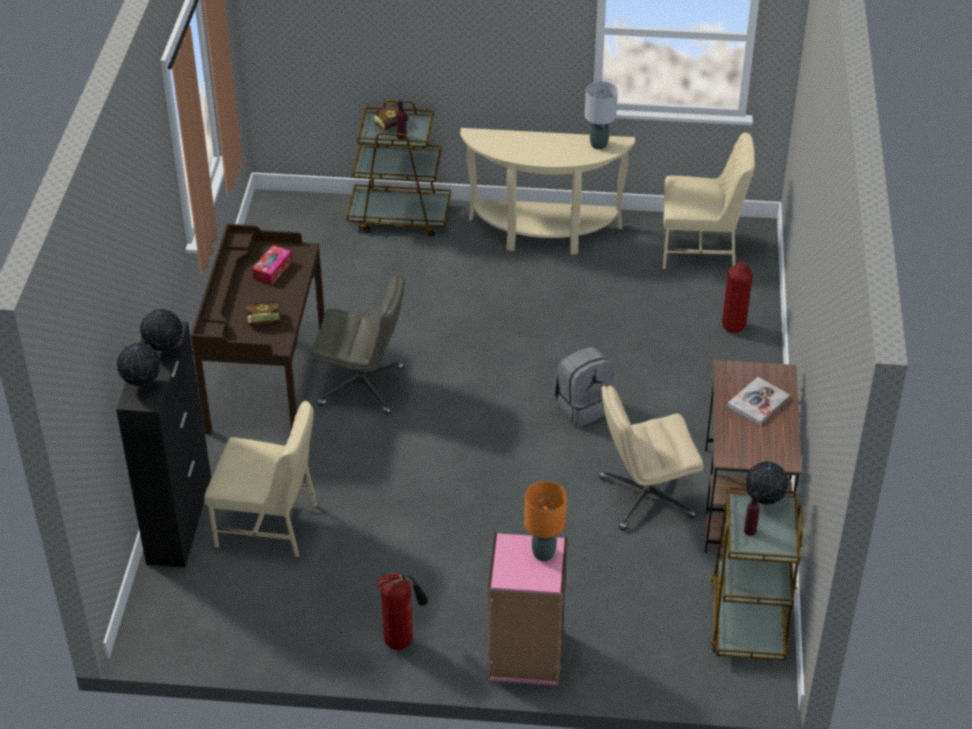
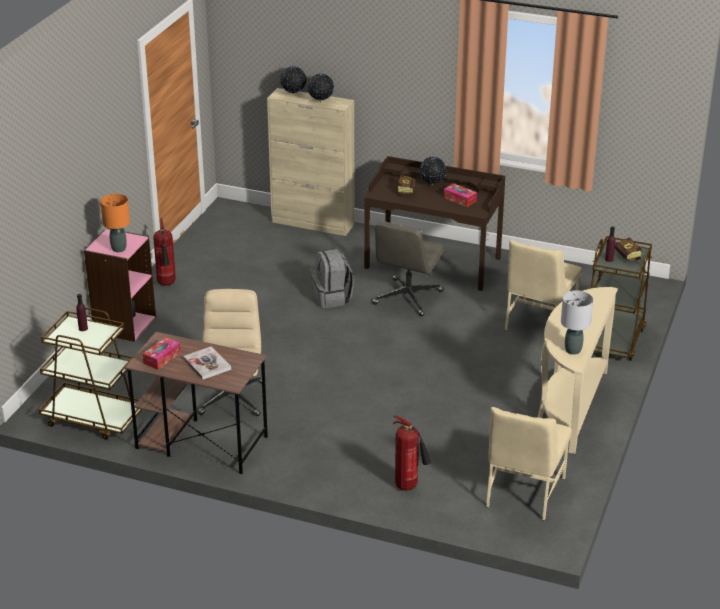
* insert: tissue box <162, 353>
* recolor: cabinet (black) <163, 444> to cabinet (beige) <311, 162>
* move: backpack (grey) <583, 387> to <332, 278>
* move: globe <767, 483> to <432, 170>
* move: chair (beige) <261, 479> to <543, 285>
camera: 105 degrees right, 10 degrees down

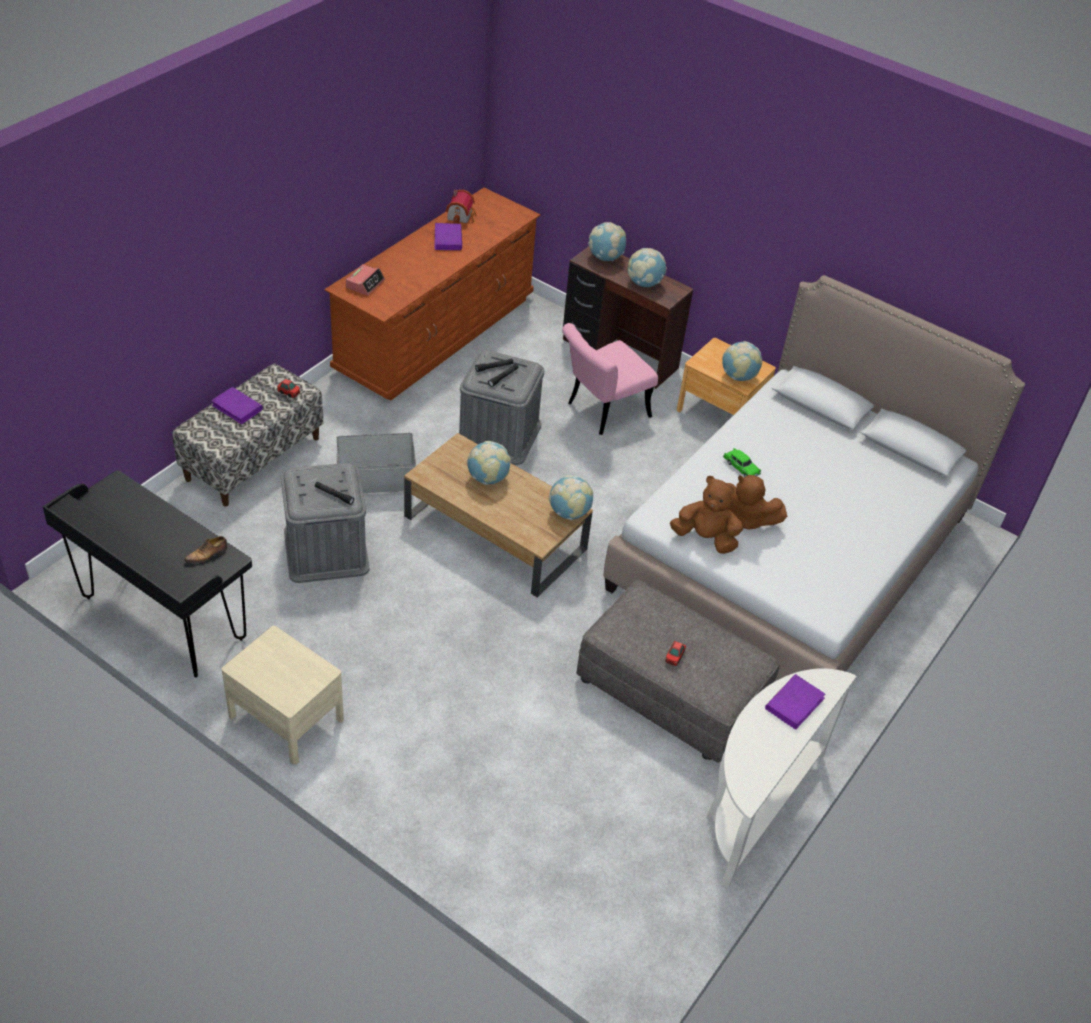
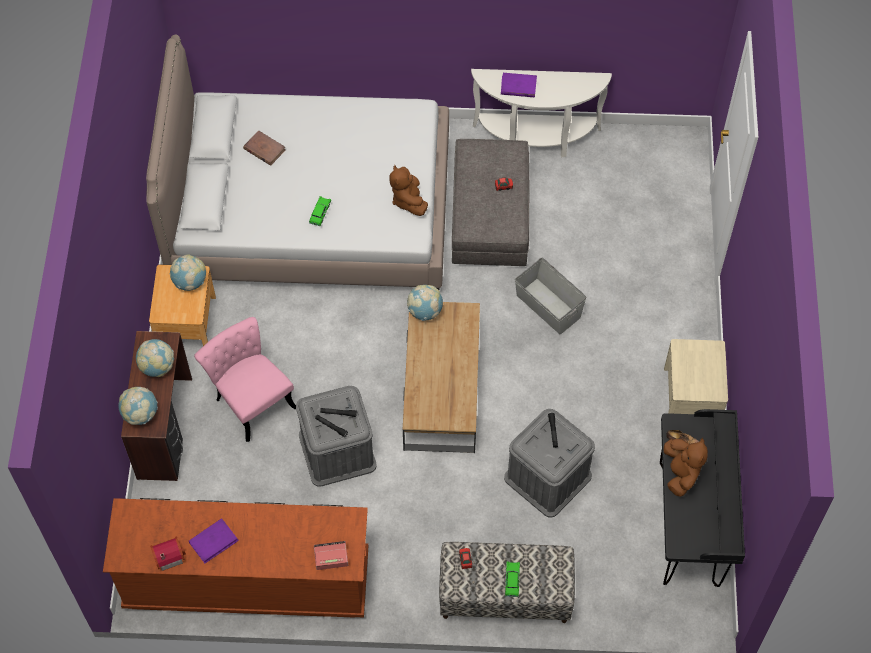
* rotate: chair (pink) <610, 379> = <245, 379> 150 degrees counterclockwise
* insert: book (brown) <264, 148>
* replace: book (purple) <237, 406> to toy car (green) <512, 579>
* move: storage box (grey) <376, 463> to <551, 296>
* move: plush toy (brown) <757, 502> to <685, 467>
* delete: globe <489, 463>
camera: 120 degrees left, 15 degrees up

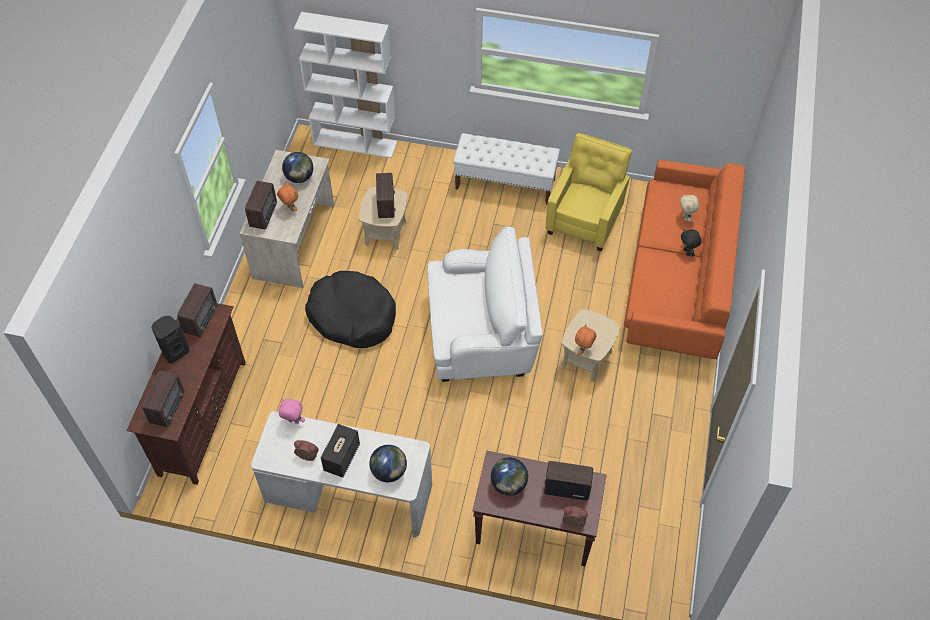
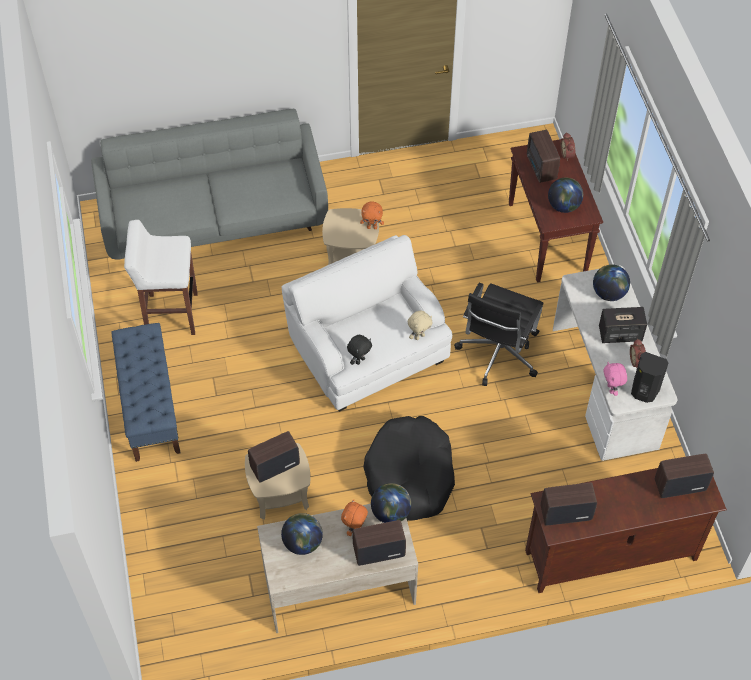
* recolor: sofa (orange) <684, 259> to sofa (grey) <209, 184>
* recolor: bench (white) <506, 169> to bench (blue) <146, 392>
* replace: armchair (yellow) <589, 192> to stool (white) <161, 277>
* move: plush toy (black) <691, 242> to <359, 350>
* insert: globe <391, 503>
* move: plush toy (beige) <689, 208> to <420, 325>
* insert: office chair (black) <498, 334>
* move: speaker (black) <170, 339> to <649, 377>
* delete: bookcase (white) <345, 85>
camera: 115 degrees left, 0 degrees up

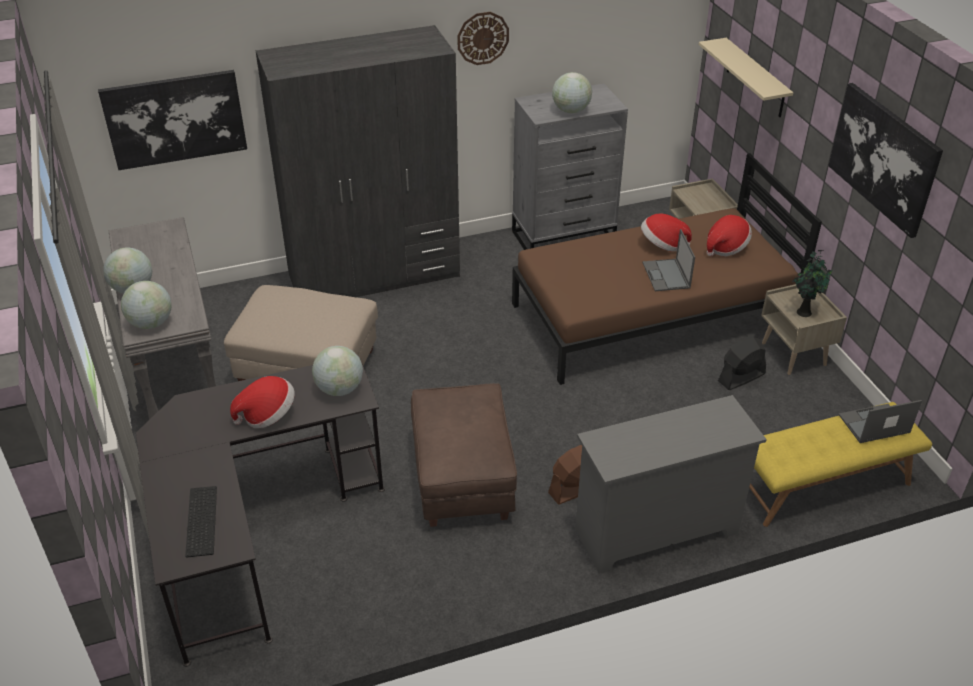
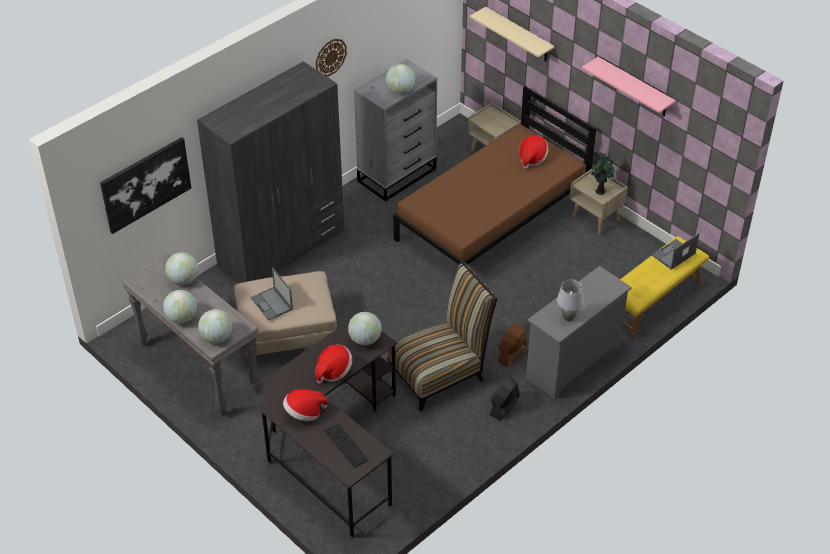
* insert: globe <181, 268>
* move: laptop <668, 260> to <272, 294>
* move: hat <666, 232> to <305, 405>
* replace: ottoman (brown) <464, 455> to chair <442, 336>
* move: fan (black) <742, 363> to <504, 398>
* insert: table lamp (grey) <570, 300>
* replace: picture <885, 160> to shelf (pink) <628, 86>
camera: 25 degrees left, 5 degrees up

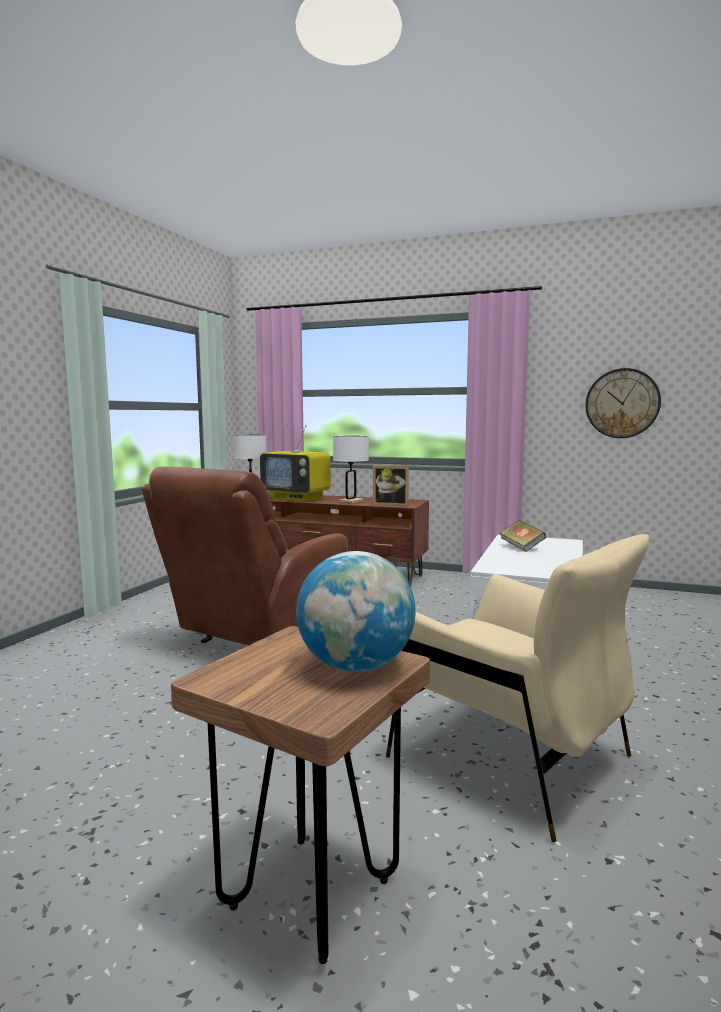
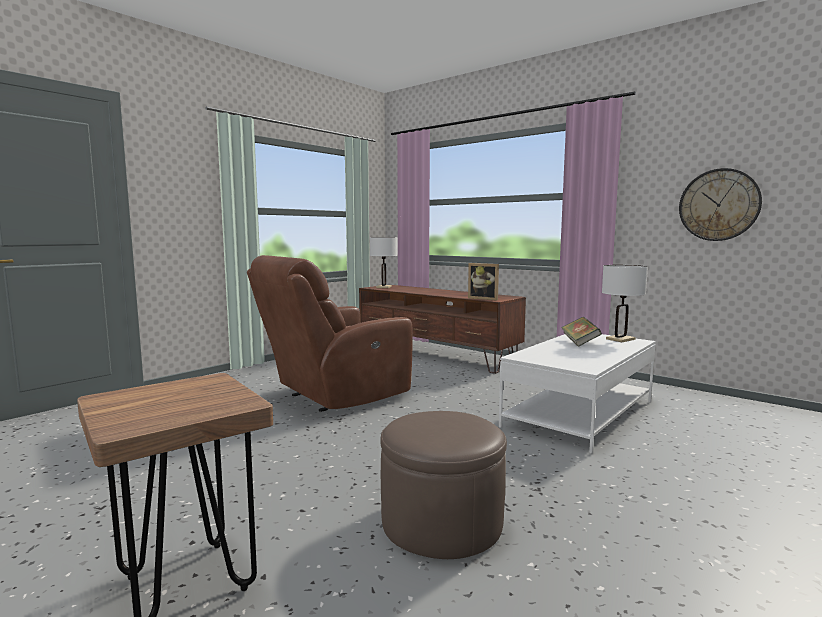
* replace: armchair (beige) <517, 688> to ottoman (brown) <443, 485>
* move: table lamp (white) <351, 469> to <625, 303>
* delete: television <295, 463>
* delete: globe <355, 611>
camera: 20 degrees right, 0 degrees up

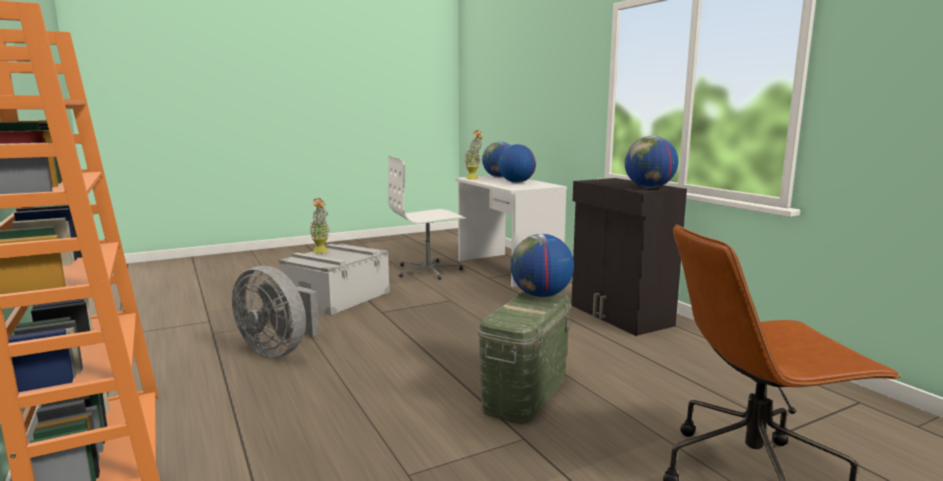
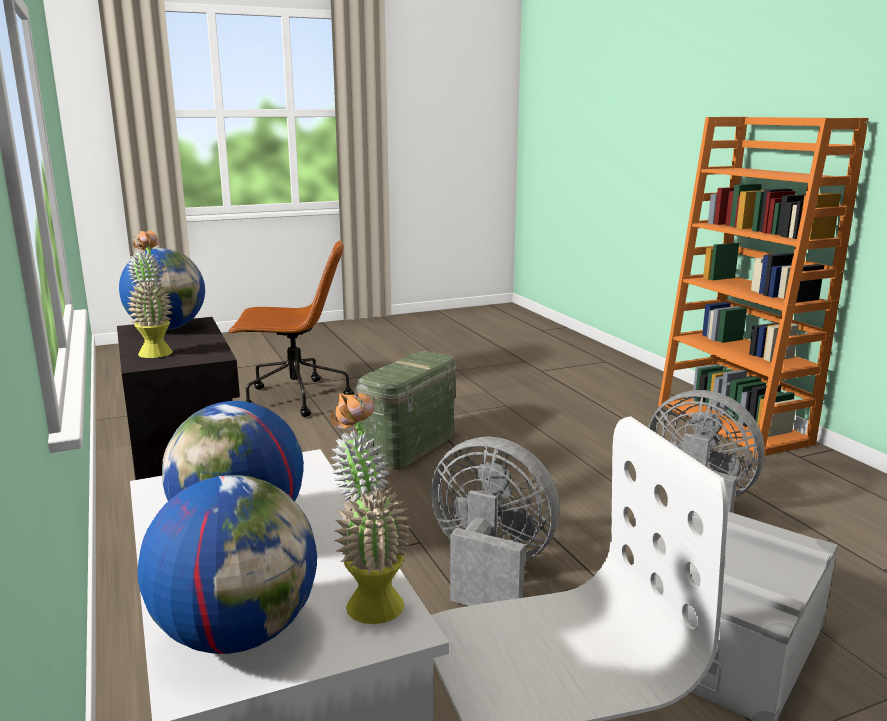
* move: potted plant <319, 226> to <150, 294>
* insert: fan (grey) <495, 521>
* delete: globe <542, 265>
camera: 175 degrees left, 5 degrees up

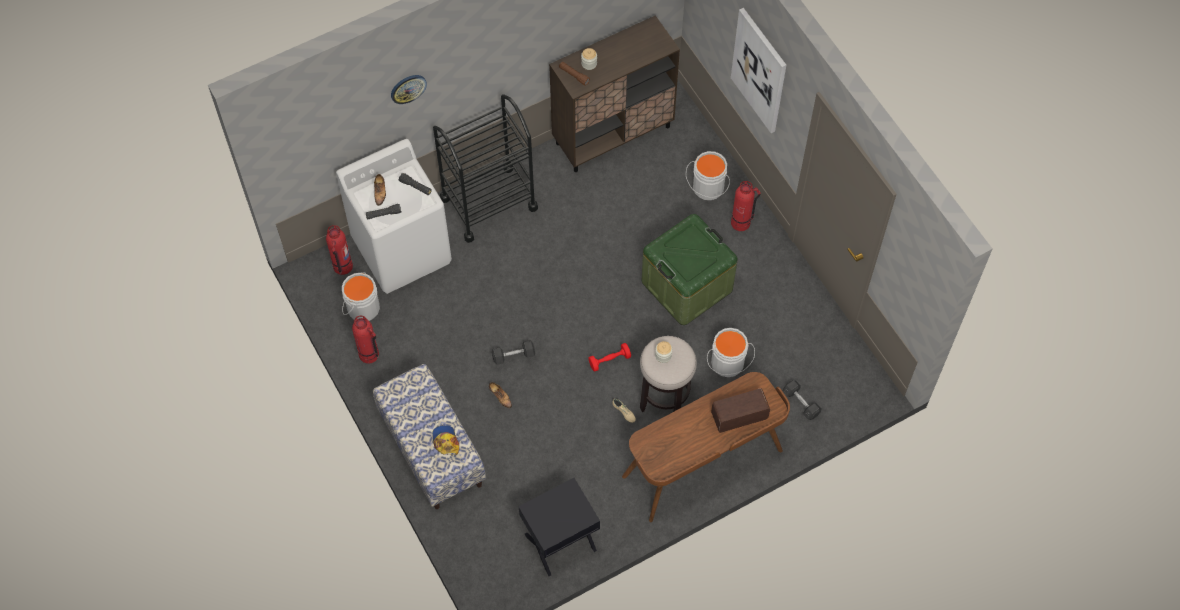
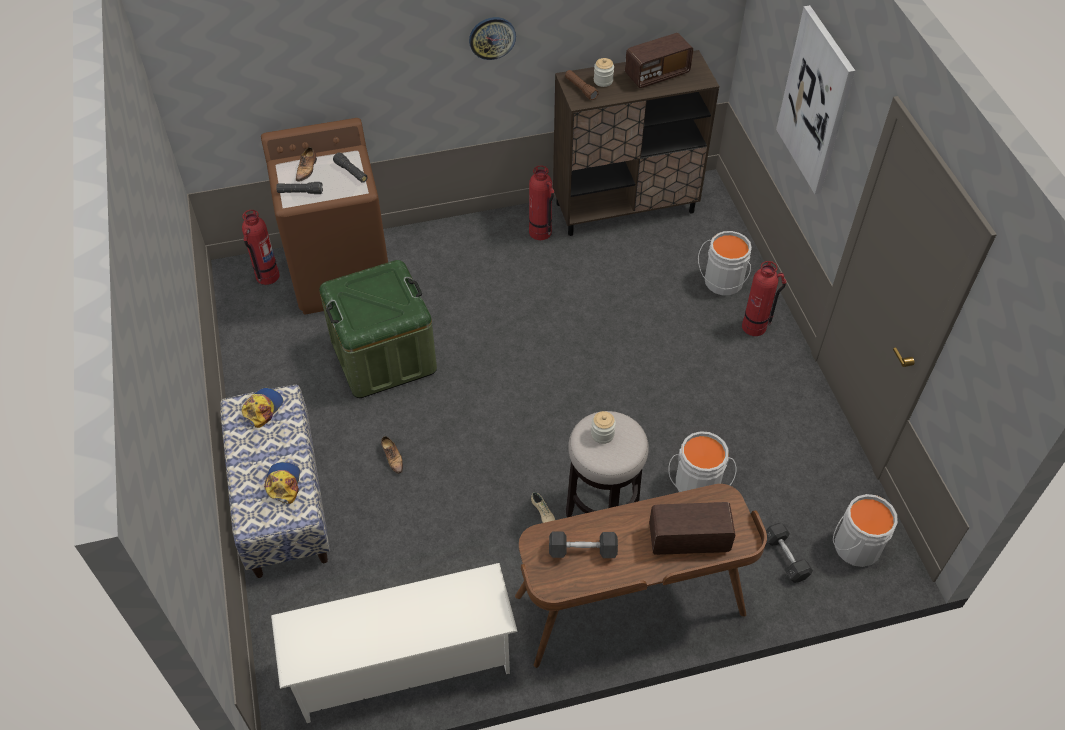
* insert: cap <262, 408>
* recolor: washing machine (white) <394, 216> to washing machine (brown) <324, 216>
* replace: nightstand (black) <559, 527> to shoe rack (white) <394, 643>
* move: storage box (green) <689, 269> to <378, 329>
* move: wall clock <409, 89> to <492, 38>
* move: fire extinguisher <365, 340> to <541, 203>
* move: dumbbell (grey) <513, 353> to <583, 544>
* insert: radio <659, 60>
* move: bucket (grey) <361, 296> to <865, 530>
* delete: cart (black) <485, 168>
* delete: dumbbell (red) <609, 357>
camera: 15 degrees right, 10 degrees down

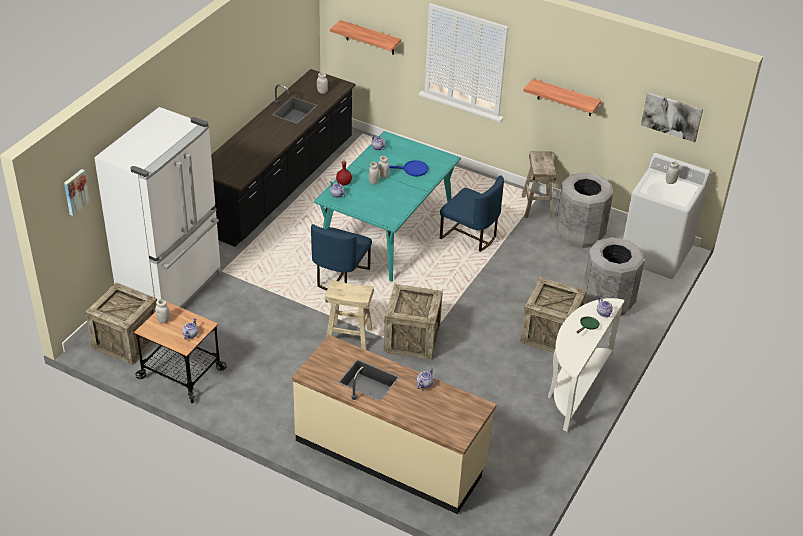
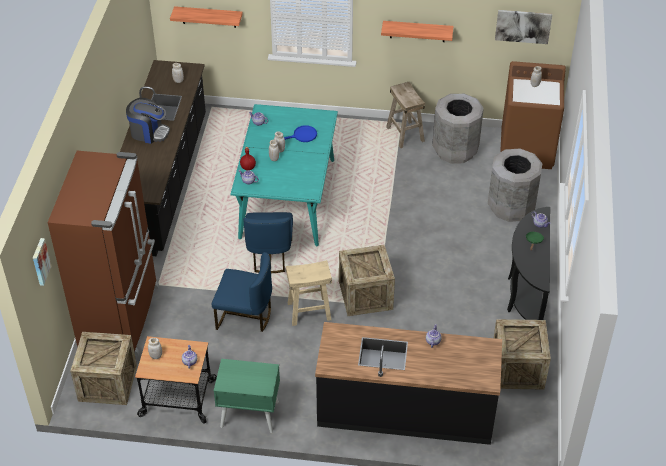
* recolor: fridge (white) <158, 207> to fridge (brown) <103, 253>
* insert: coffee machine <148, 121>
* move: chair (blue) <472, 214> to <242, 292>
* insert: nightstand (green) <247, 396>
* recolor: counter (beige) <394, 424> to counter (black) <408, 383>
* move: crate <553, 315> to <522, 354>
* recolor: washing machine (white) <667, 216> to washing machine (brown) <533, 115>
* recolor: console table (white) <586, 364> to console table (black) <528, 263>
camera: 20 degrees left, 5 degrees up

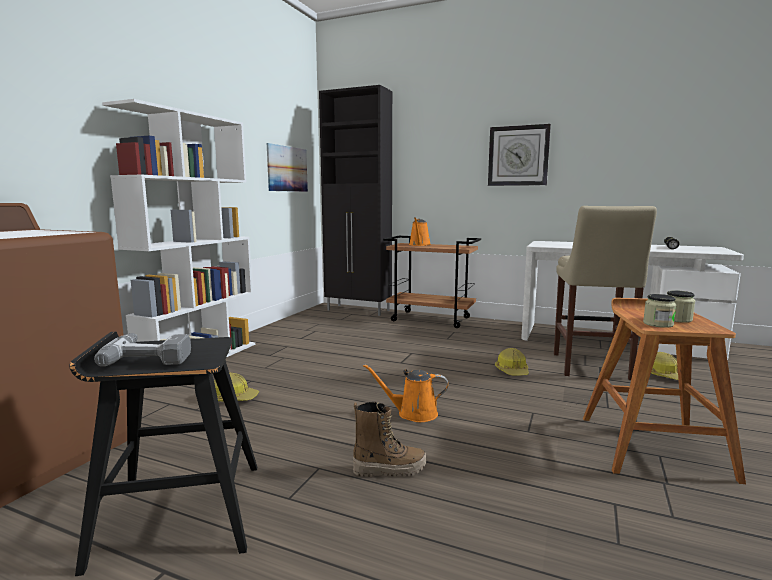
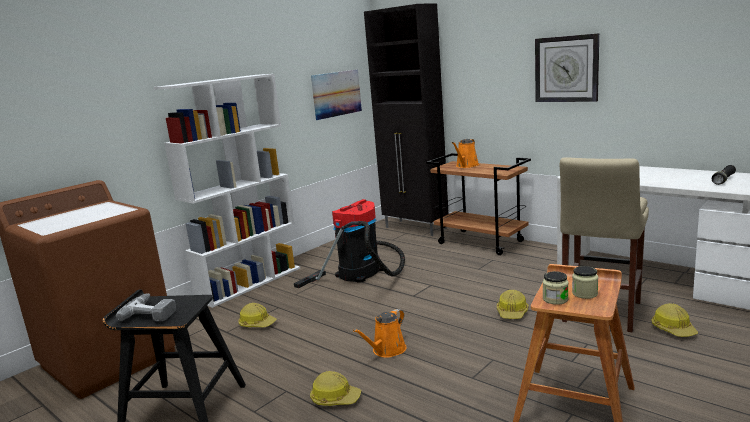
* insert: vacuum cleaner <349, 243>
* replace: boot <389, 439> to hard hat <335, 388>
* rotate: watering can (orange) <405, 393> = <380, 333> 75 degrees counterclockwise
camera: 20 degrees right, 5 degrees up

